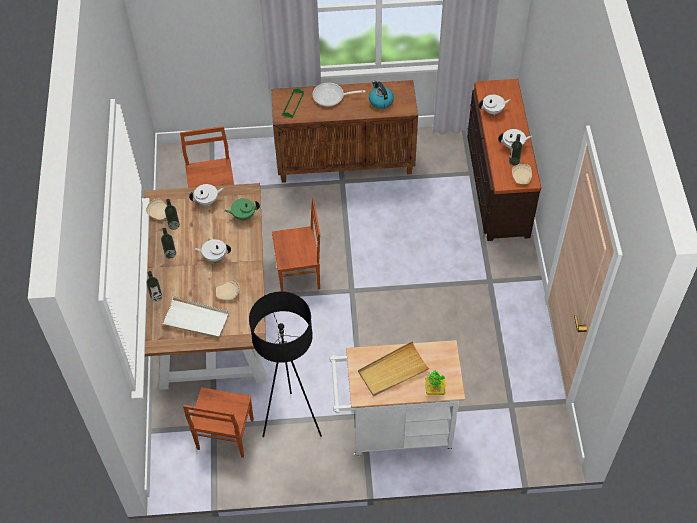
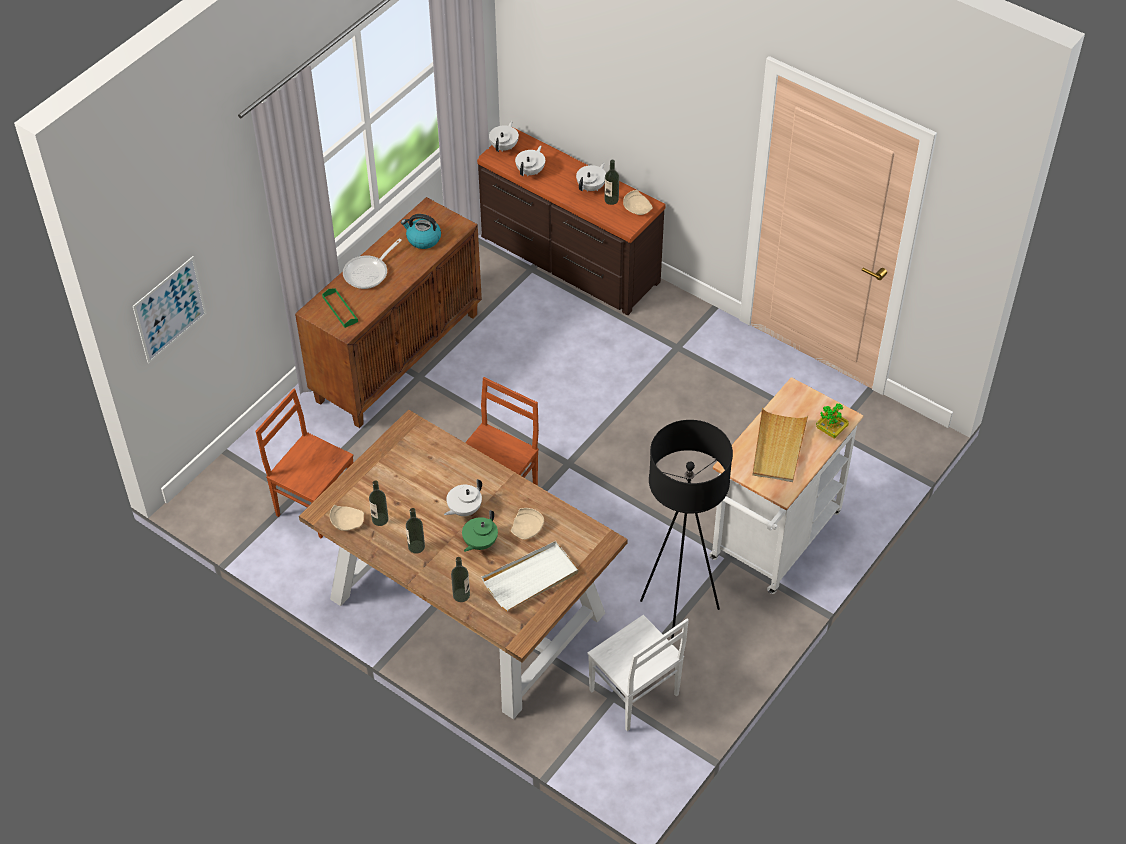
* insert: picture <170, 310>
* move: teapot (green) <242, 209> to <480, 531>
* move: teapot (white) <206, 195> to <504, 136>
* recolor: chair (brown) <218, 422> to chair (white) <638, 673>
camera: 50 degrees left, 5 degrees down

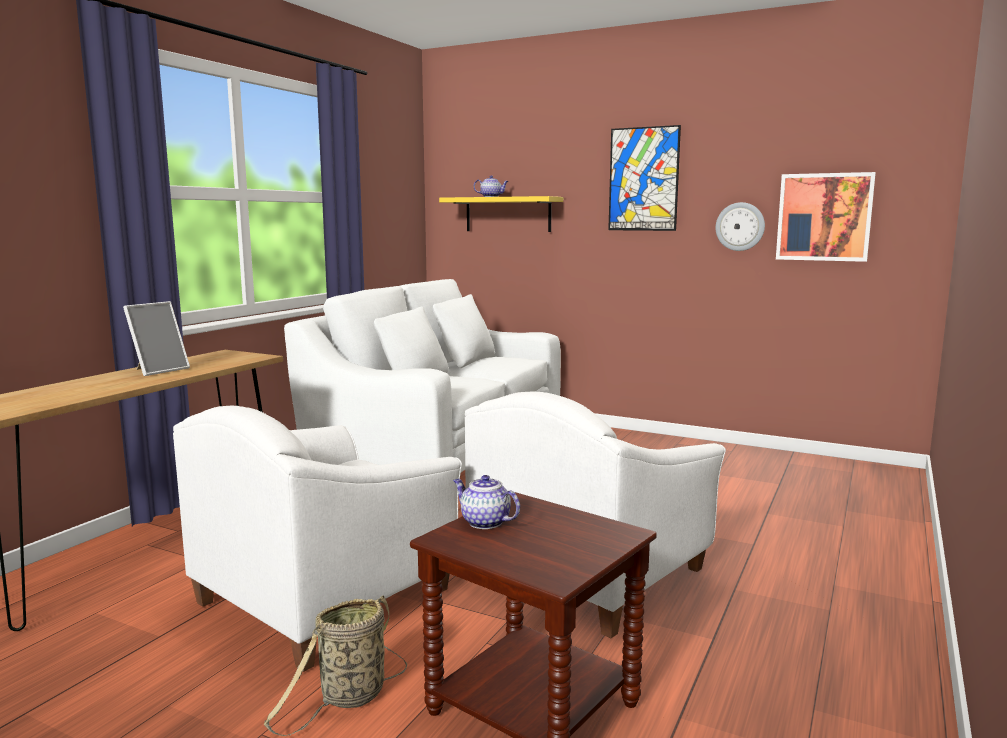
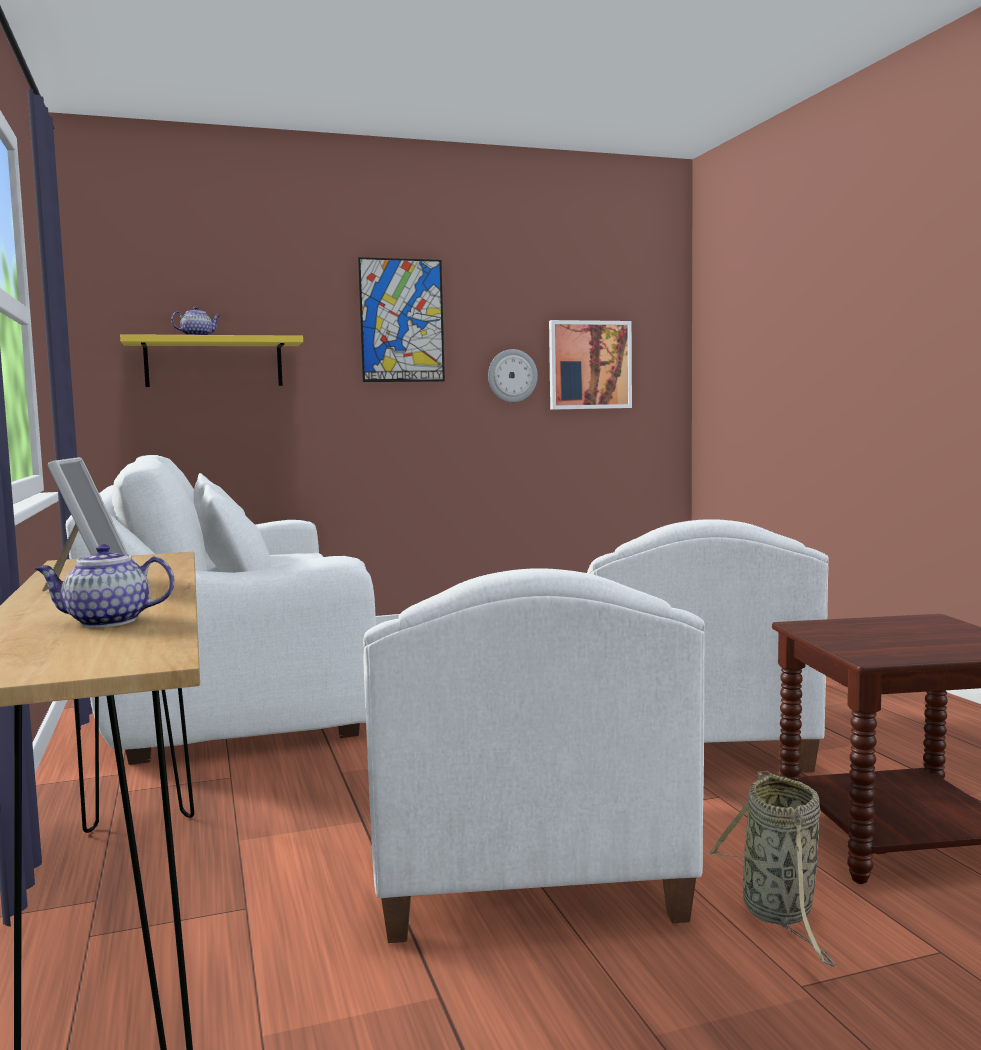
* move: teapot <486, 502> to <105, 585>
camera: 45 degrees left, 5 degrees down

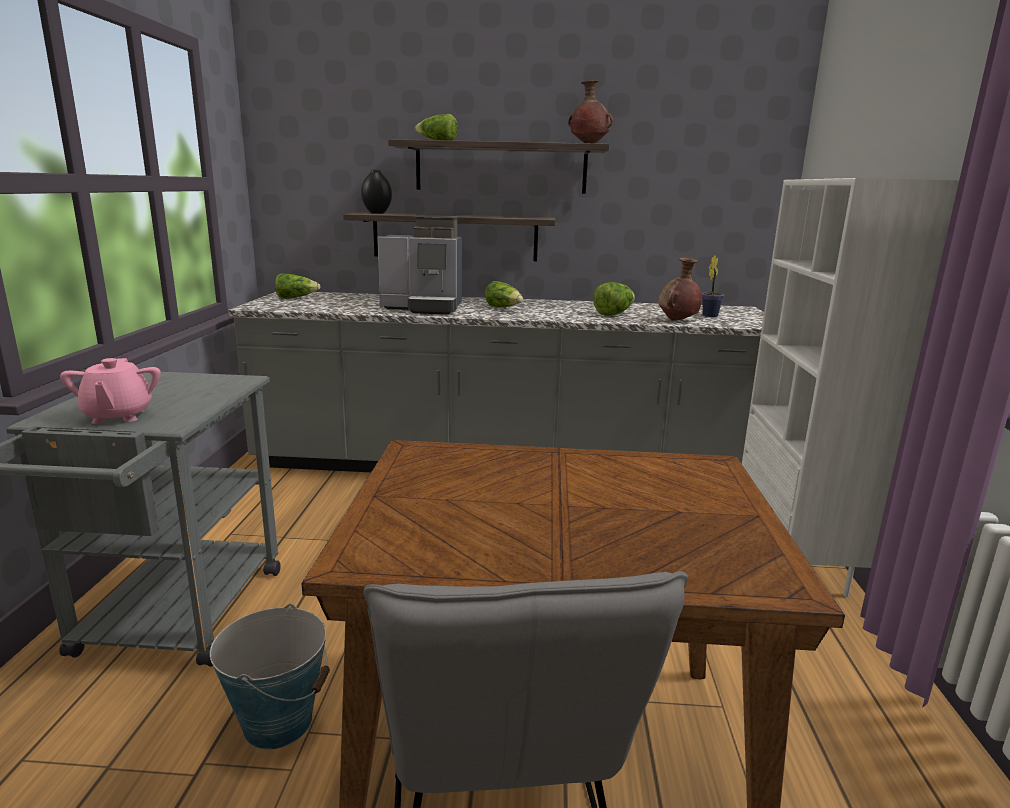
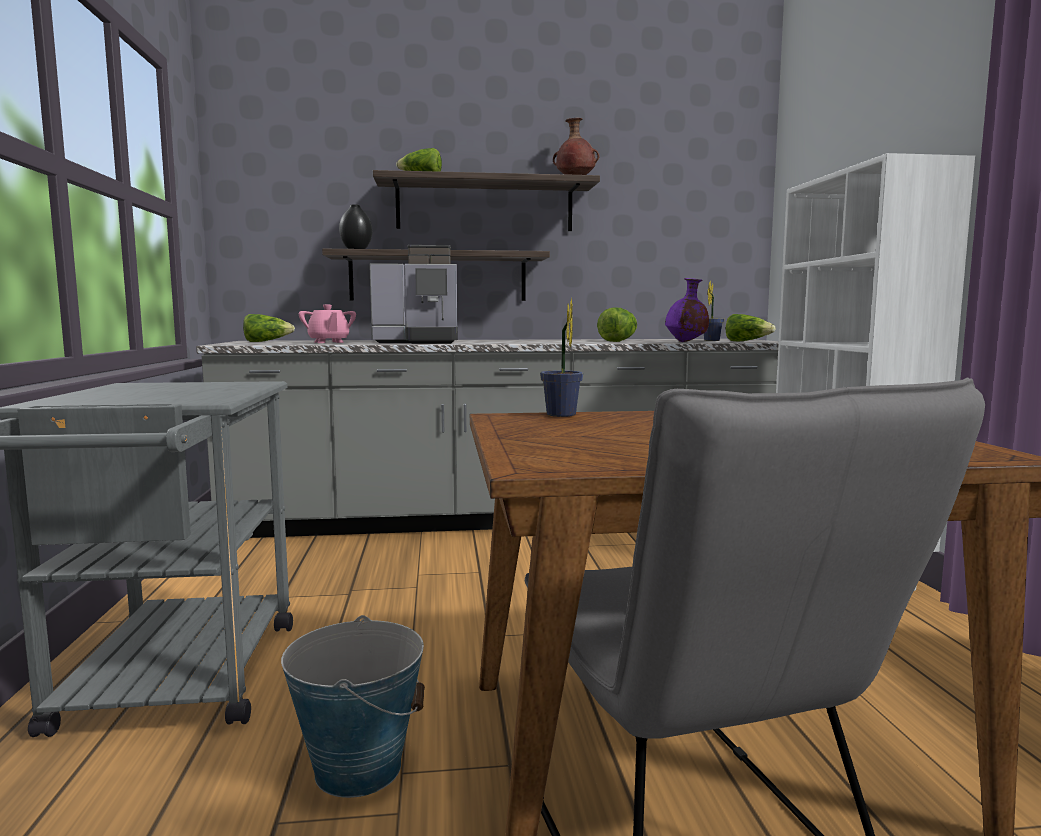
* move: teapot (pink) <110, 391> to <327, 324>
* insert: potted plant <561, 357>
* recolor: vase (brown) <680, 289> to vase (purple) <687, 310>
* move: lettuce <504, 294> to <751, 327>
camera: 10 degrees left, 10 degrees down

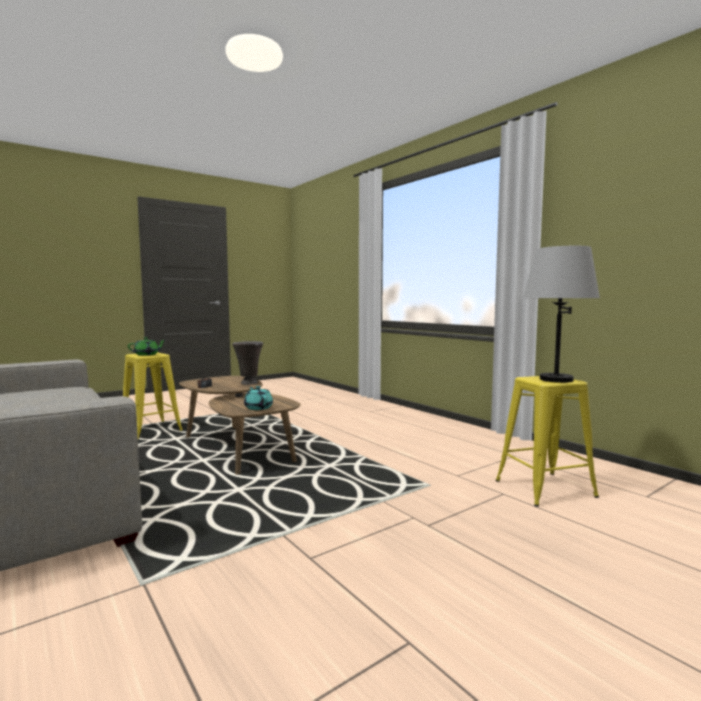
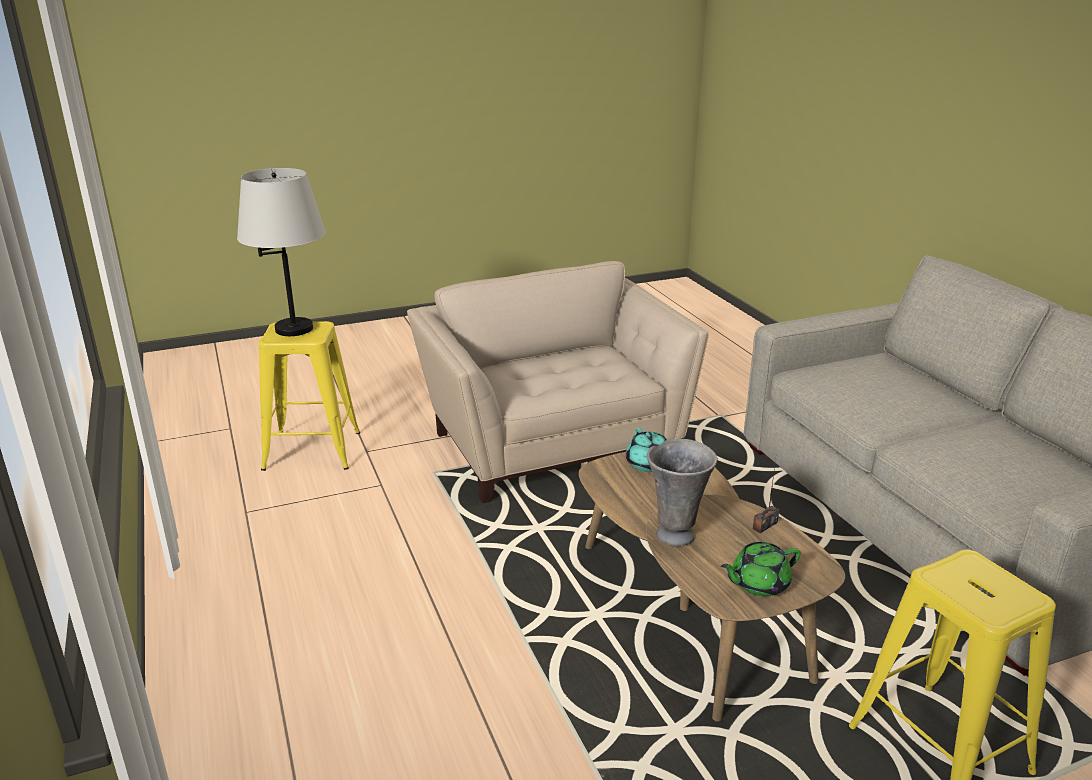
* insert: armchair (beige) <558, 382>
* move: teapot (green) <146, 346> to <761, 569>
camera: 165 degrees left, 20 degrees up

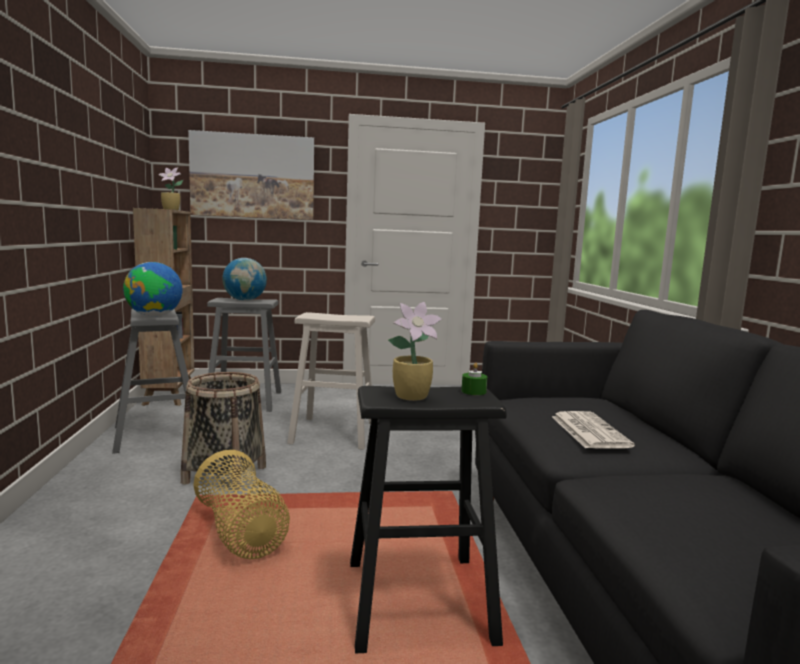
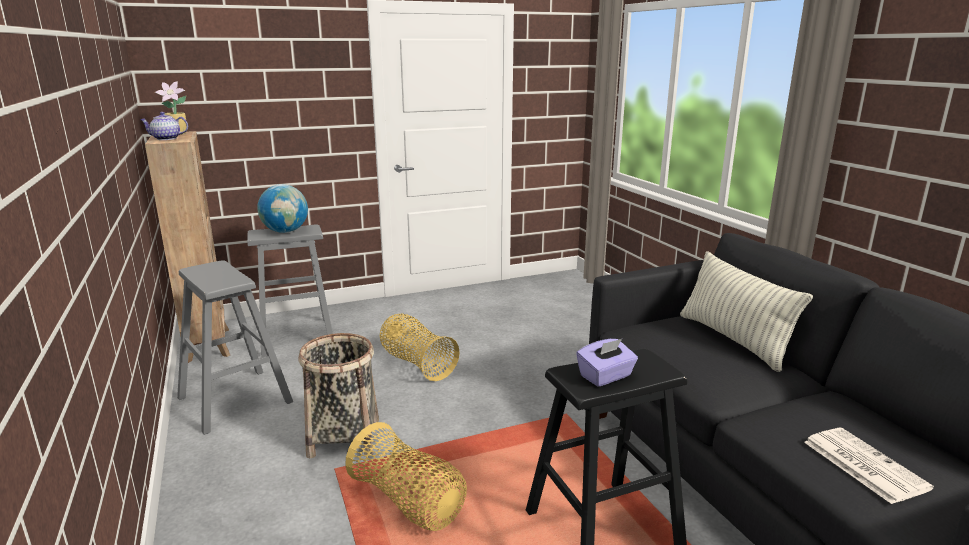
* insert: teapot <164, 126>
* replace: stool (beige) <331, 381> to basket <420, 347>
* replace: potted plant <415, 351> to tissue box (purple) <607, 363>
* insert: pillow <746, 311>
* move: newspaper <593, 430> to <869, 465>
* delete: globe <153, 289>
* delete: picture <251, 175>
* delete: candle (green) <475, 378>
camera: 15 degrees left, 10 degrees up

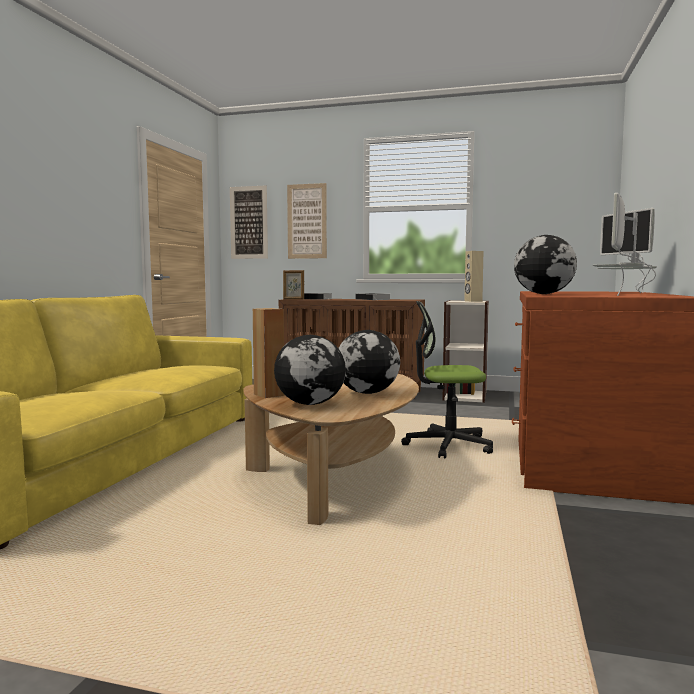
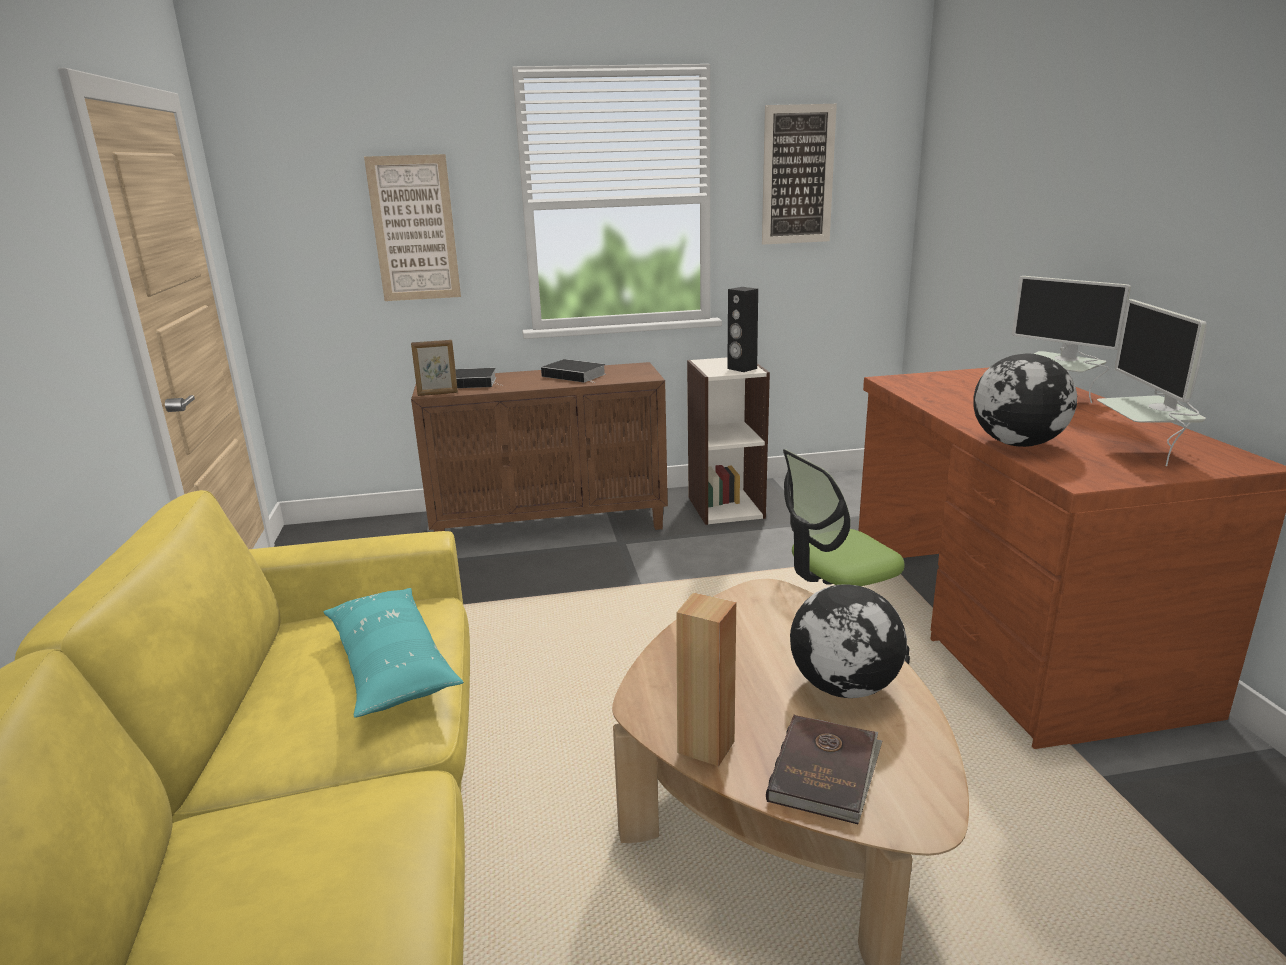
* insert: pillow (turquoise) <393, 653>
* recolor: speaker (beige) <473, 276> to speaker (black) <742, 329>
* move: picture <249, 222> to <799, 174>
* replace: globe <310, 370> to book (brown) <824, 769>
camera: 25 degrees left, 15 degrees up

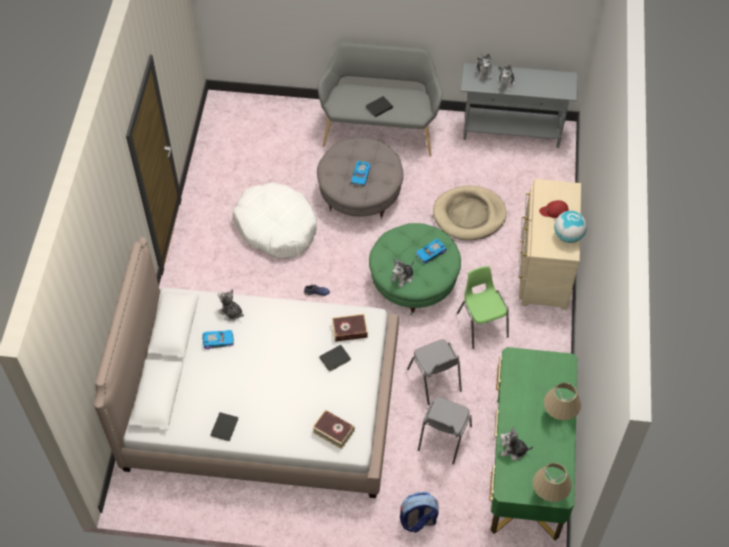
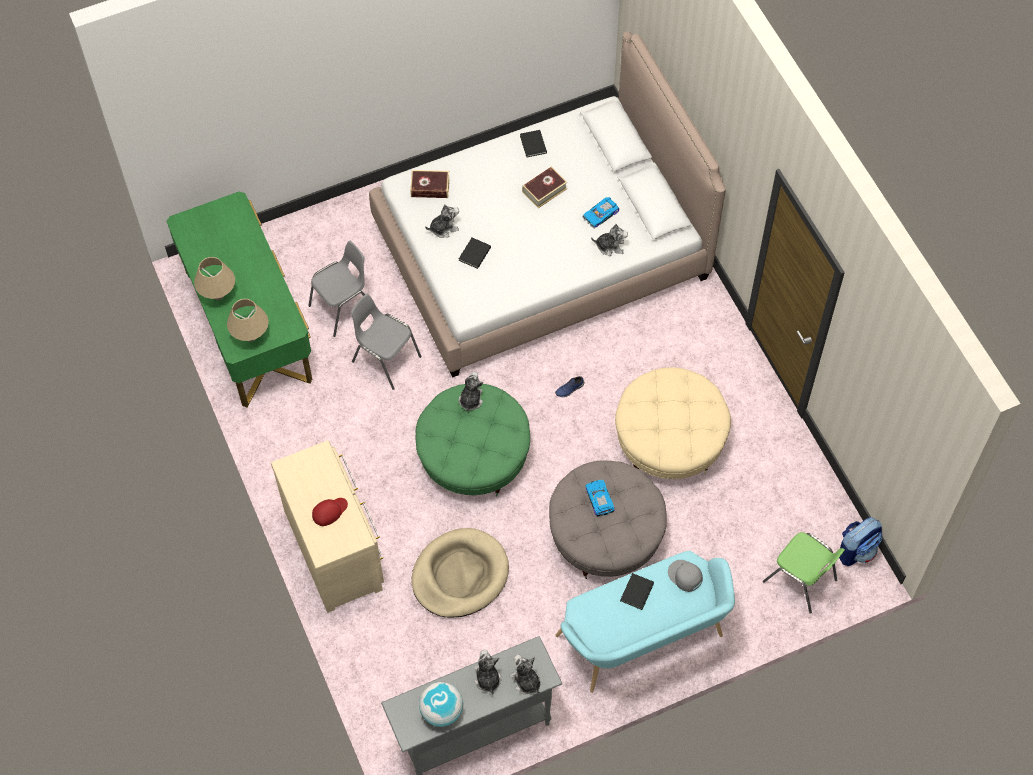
* move: table lamp (beige) <552, 482> to <248, 320>
* rotate: chair (grey) <445, 431> = <336, 288> 60 degrees clockwise
* move: globe <570, 227> to <441, 704>
* move: plush toy <516, 443> to <442, 221>
* move: book <350, 327> to <544, 187>
* recolor: bench (grey) <380, 100> to bench (turquoise) <645, 622>
* replace: dog bed (white) <275, 220> to ottoman (beige) <673, 423>
* insert: cap (grey) <685, 576>
* move: chair (green) <483, 307> to <804, 573>
* move: backpack <419, 512> to <860, 541>
* delete: toy car <431, 251>
camera: 150 degrees right, 5 degrees up

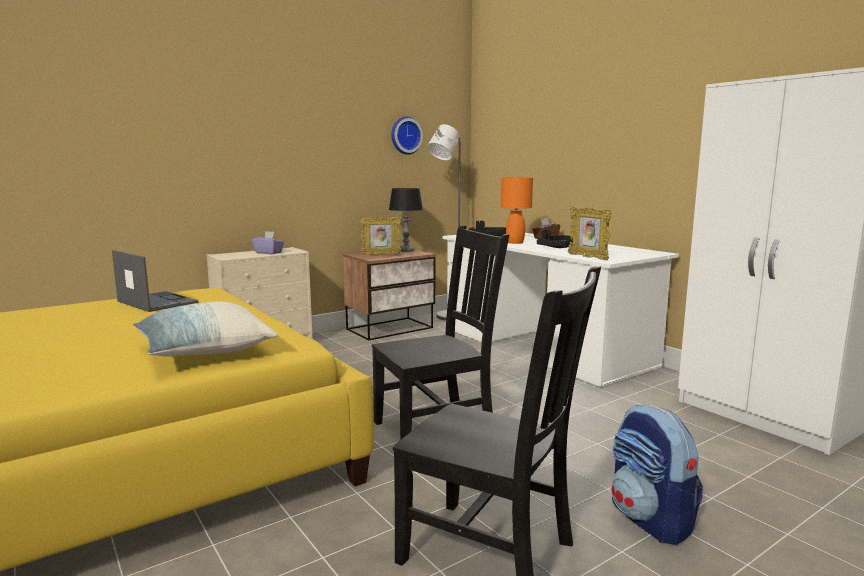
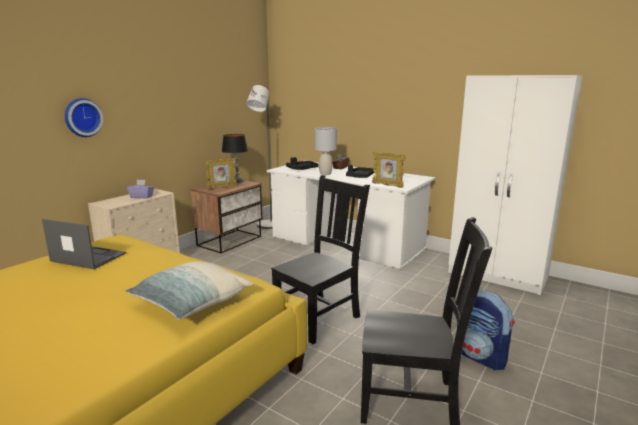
* move: wall clock <407, 135> to <84, 117>
* recolor: table lamp (orange) <517, 210> to table lamp (grey) <326, 151>
camera: 20 degrees left, 5 degrees up

